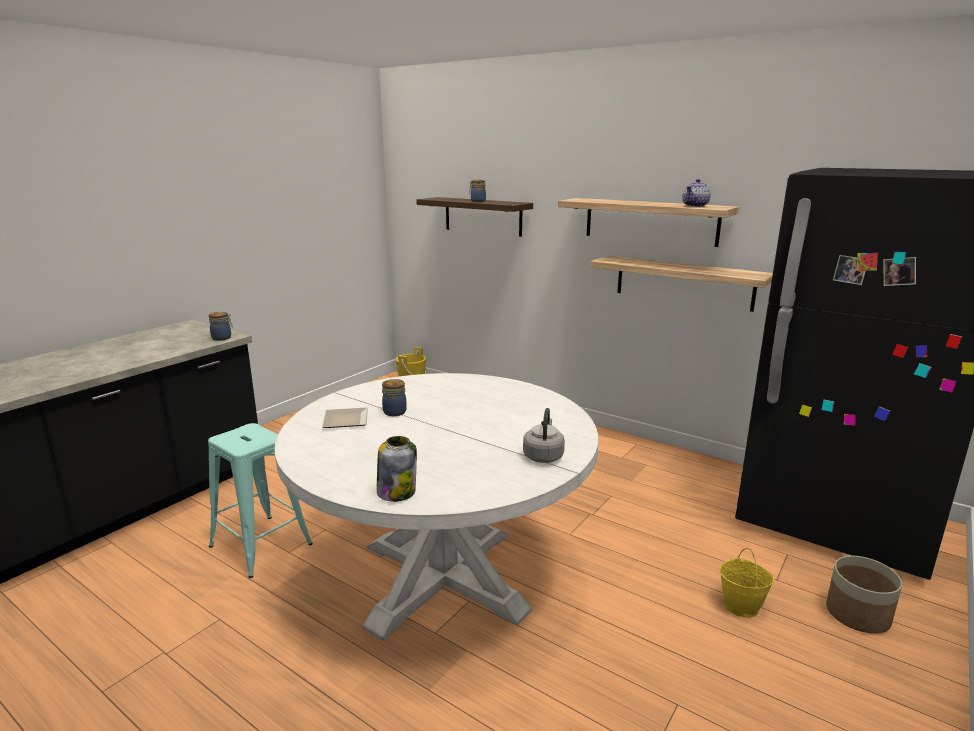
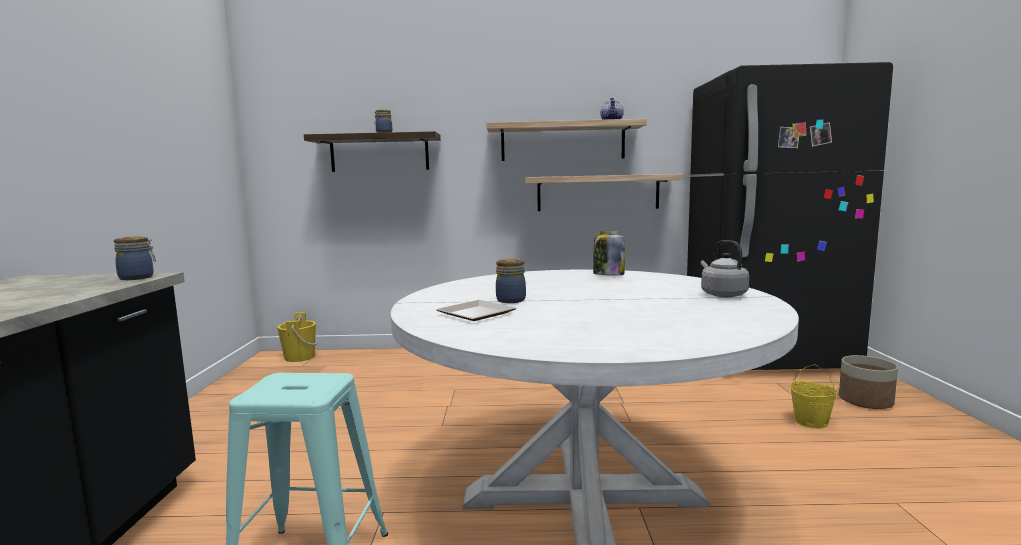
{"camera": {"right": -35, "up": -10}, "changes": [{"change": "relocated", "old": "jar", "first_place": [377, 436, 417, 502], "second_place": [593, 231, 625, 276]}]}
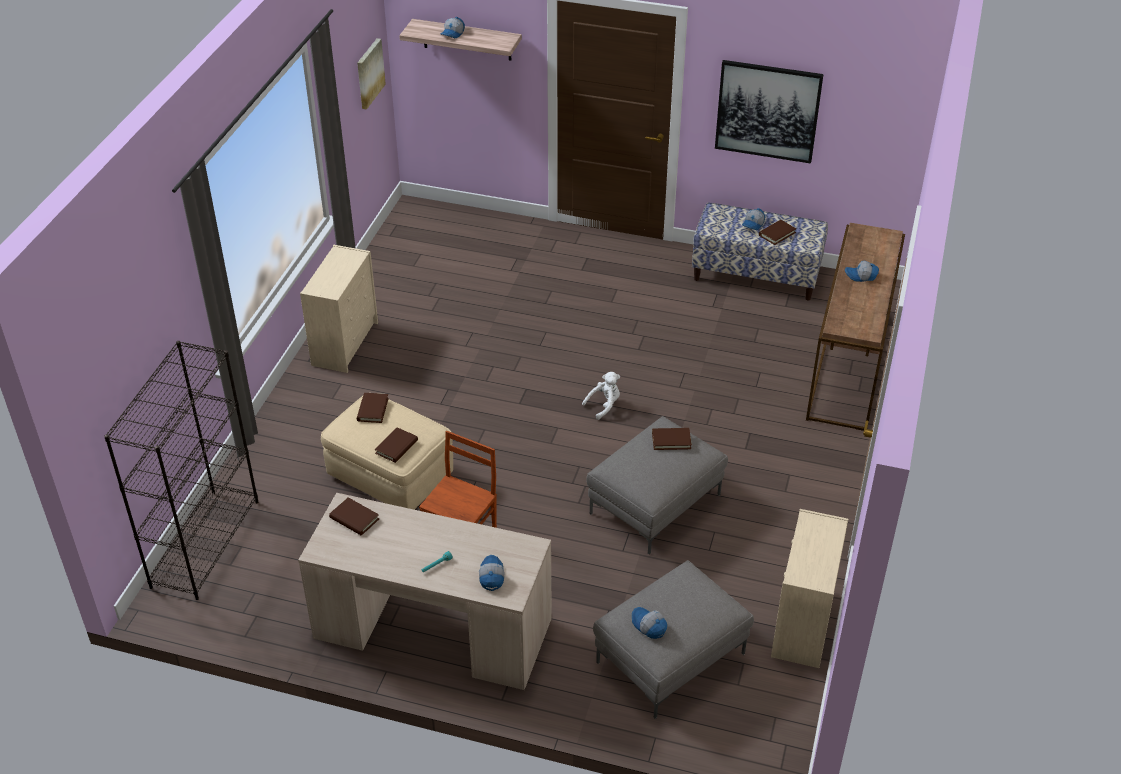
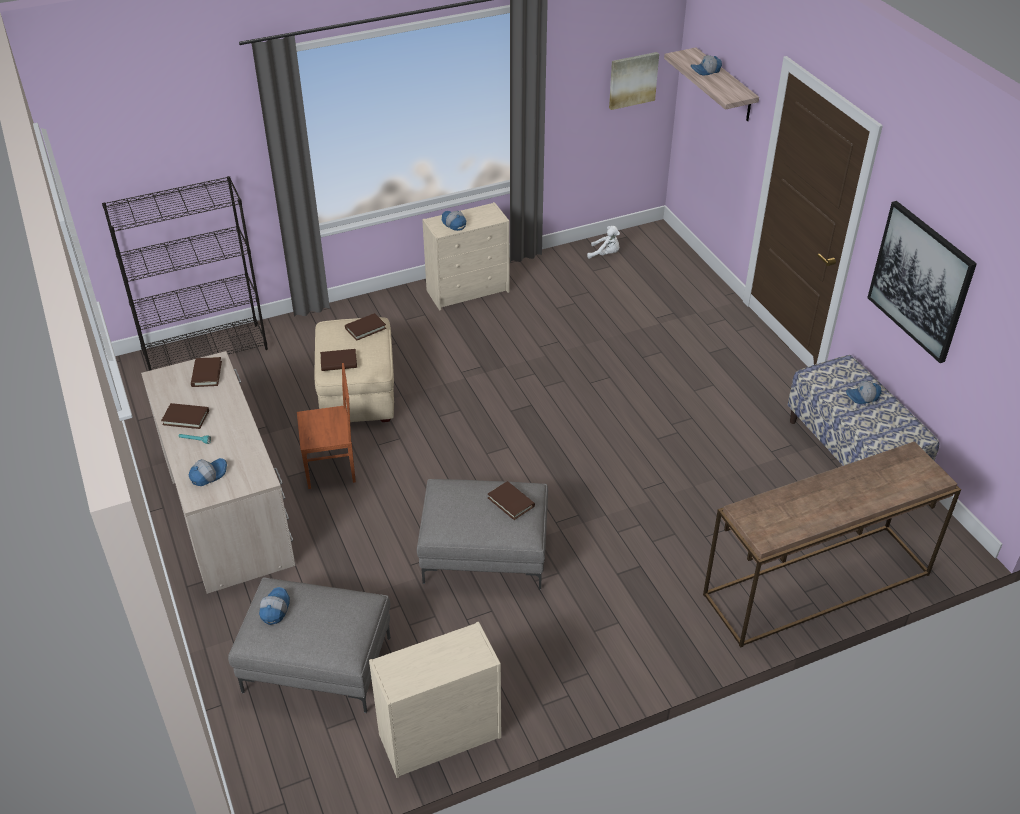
{"camera": {"right": 50, "up": 0}, "changes": [{"change": "relocated", "old": "brown book", "first_place": [759, 220, 796, 245], "second_place": [161, 403, 209, 429]}, {"change": "relocated", "old": "cap", "first_place": [845, 261, 879, 282], "second_place": [442, 211, 466, 231]}, {"change": "relocated", "old": "white plush toy", "first_place": [582, 372, 620, 420], "second_place": [587, 226, 620, 259]}]}
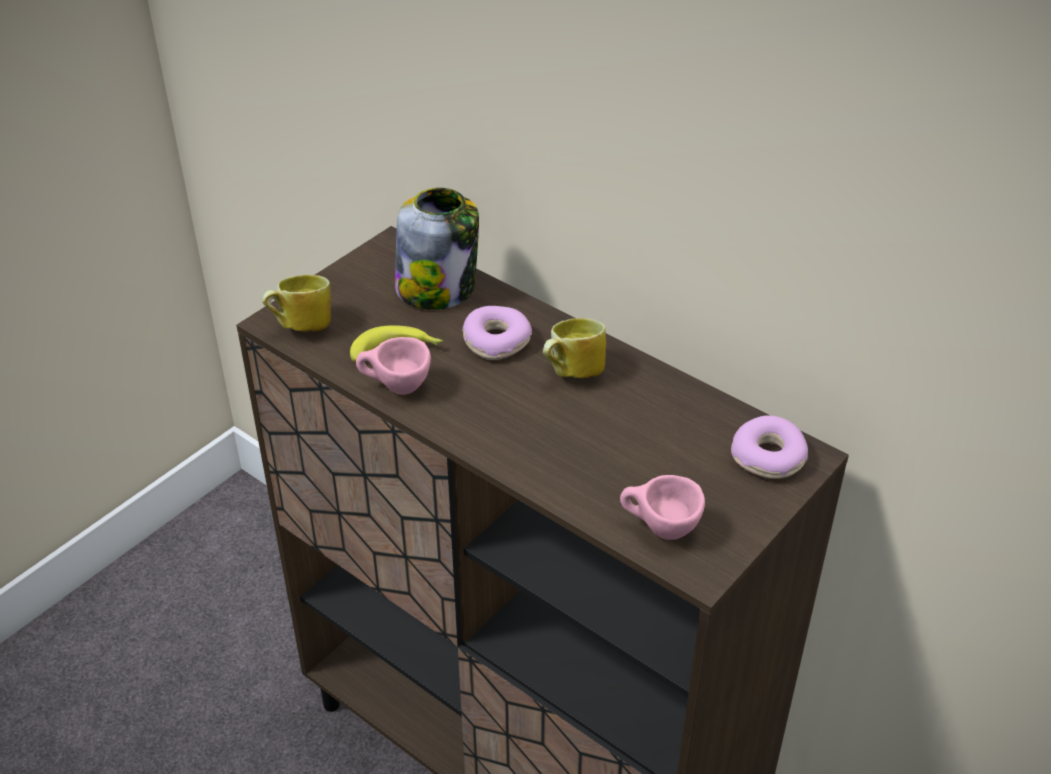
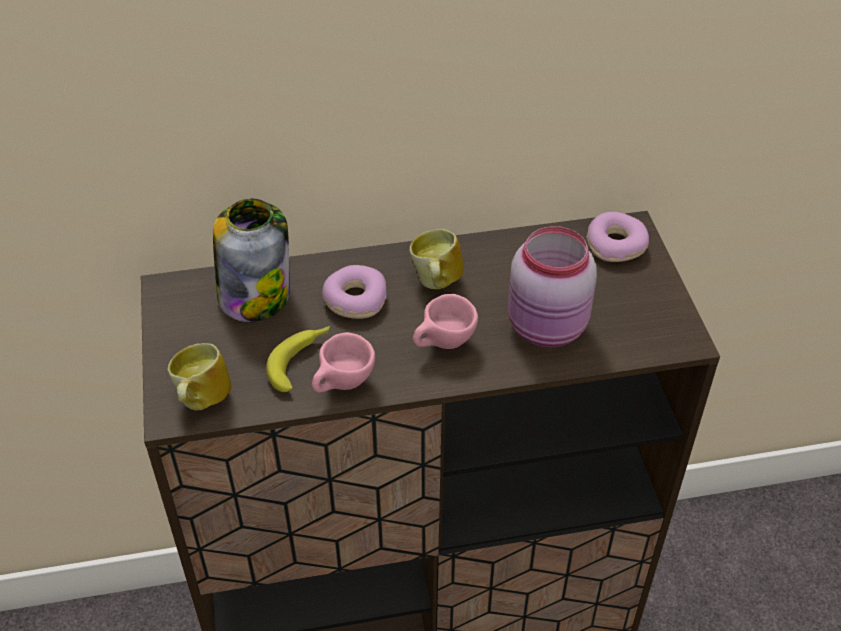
{"camera": {"right": -50, "up": 5}, "changes": [{"change": "relocated", "old": "pink cup", "first_place": [620, 475, 705, 540], "second_place": [413, 294, 478, 349]}, {"change": "appeared", "new": "pink jar", "second_place": [508, 226, 597, 348]}]}
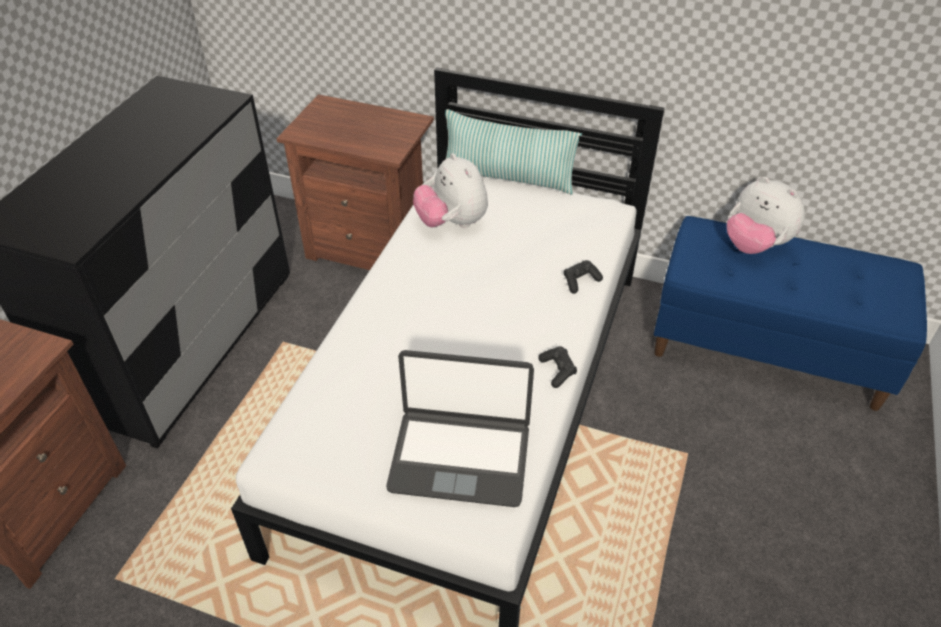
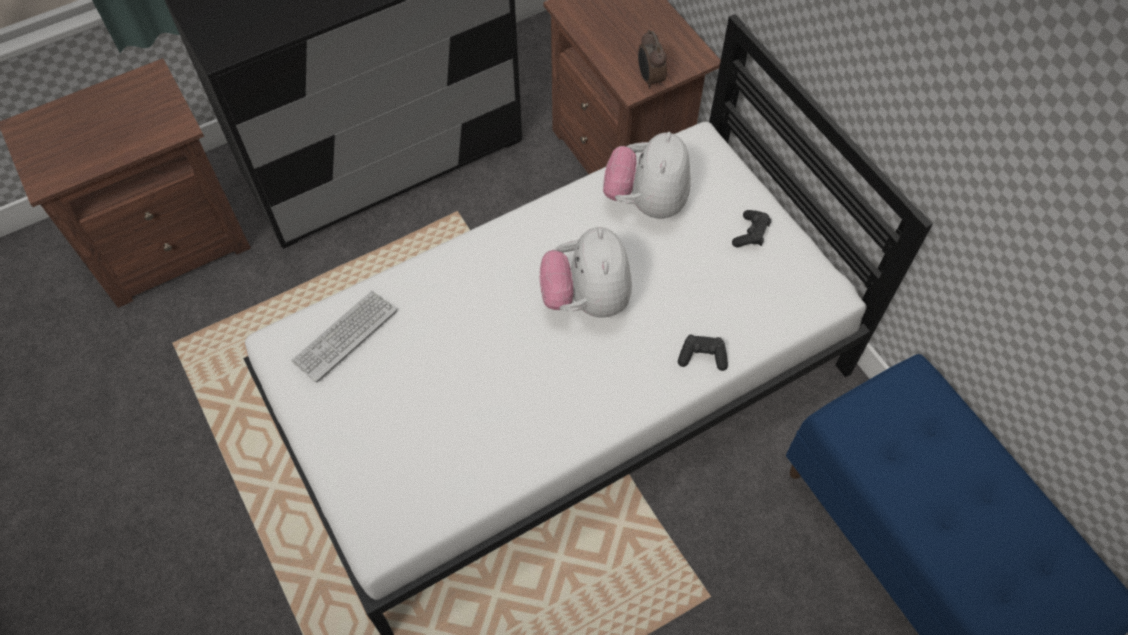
{"camera": {"right": 40, "up": 15}, "changes": [{"change": "missing", "old": "pillow", "first_place": [445, 109, 583, 195]}, {"change": "relocated", "old": "plush toy", "first_place": [727, 177, 805, 254], "second_place": [540, 227, 632, 317]}, {"change": "relocated", "old": "black game controller", "first_place": [538, 346, 577, 388], "second_place": [732, 210, 771, 247]}, {"change": "missing", "old": "laptop", "first_place": [386, 350, 534, 507]}, {"change": "appeared", "new": "alarm clock", "second_place": [638, 30, 667, 89]}, {"change": "appeared", "new": "keyboard", "second_place": [291, 291, 397, 382]}]}
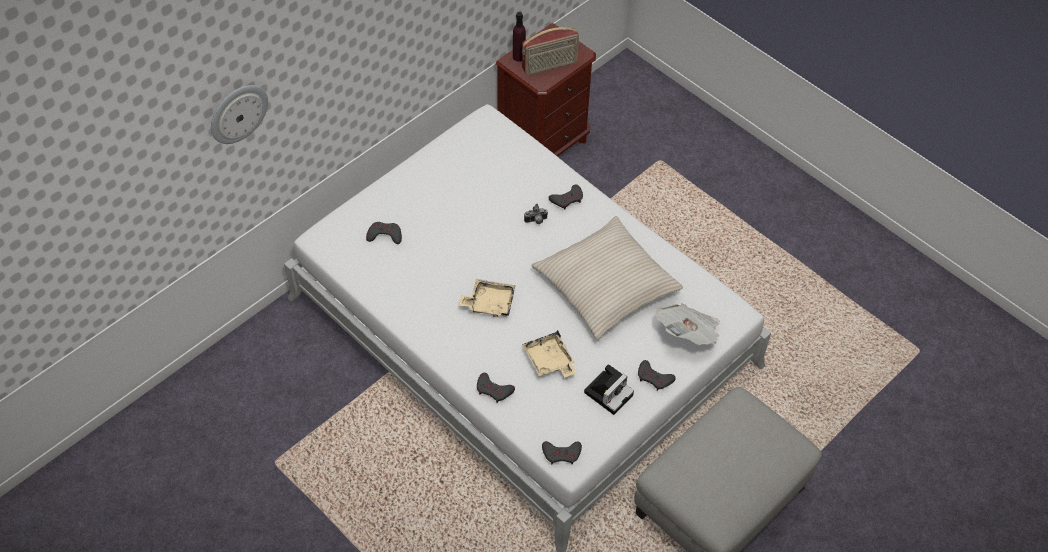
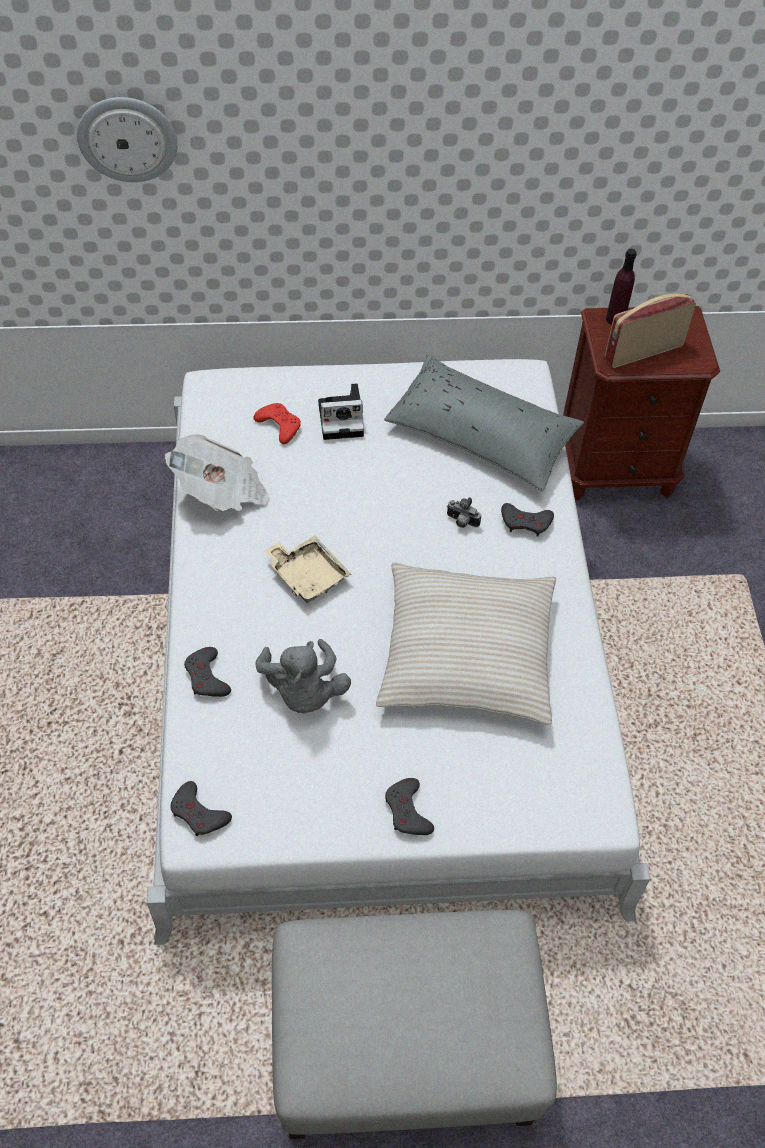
{"camera": {"right": 40, "up": 0}, "changes": [{"change": "spun", "old": "radio", "first_place": [522, 27, 579, 75], "second_place": [605, 293, 696, 368], "degrees": 135}, {"change": "colour", "old": "grey game controller", "new": "red game controller", "first_place": [366, 222, 402, 244], "second_place": [253, 403, 301, 444]}, {"change": "relocated", "old": "newspaper", "first_place": [656, 303, 720, 345], "second_place": [165, 434, 270, 512]}, {"change": "exchanged", "old": "beige tray", "new": "grey plush toy", "first_place": [522, 330, 576, 377], "second_place": [255, 639, 351, 714]}, {"change": "relocated", "old": "photo camera", "first_place": [584, 364, 634, 415], "second_place": [318, 383, 364, 440]}, {"change": "appeared", "new": "grey pillow", "second_place": [384, 355, 584, 492]}]}
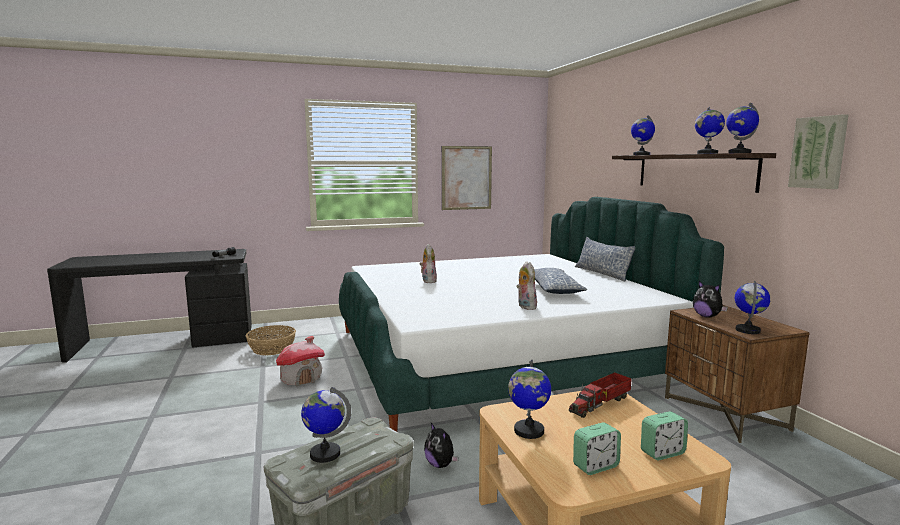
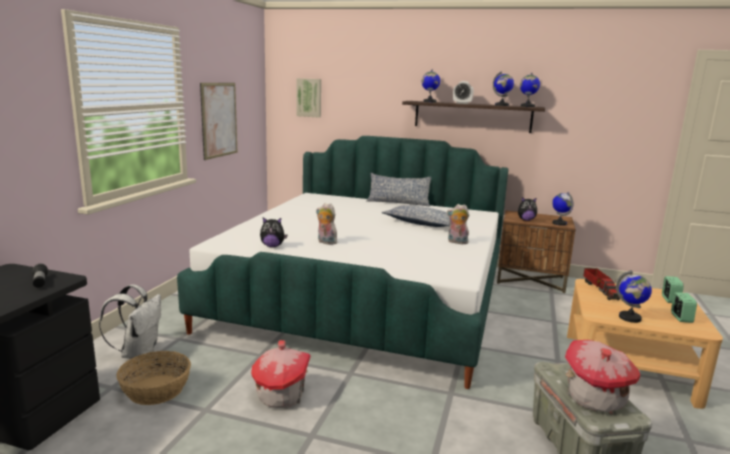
{"camera": {"right": -55, "up": 5}, "changes": [{"change": "relocated", "old": "picture", "first_place": [788, 114, 849, 189], "second_place": [296, 78, 321, 118]}, {"change": "exchanged", "old": "globe", "new": "toy house", "first_place": [301, 387, 351, 463], "second_place": [565, 340, 640, 412]}, {"change": "relocated", "old": "plush toy", "first_place": [424, 423, 459, 468], "second_place": [260, 218, 288, 247]}, {"change": "appeared", "new": "alarm clock", "second_place": [453, 81, 474, 104]}, {"change": "appeared", "new": "white backpack", "second_place": [99, 285, 161, 359]}]}
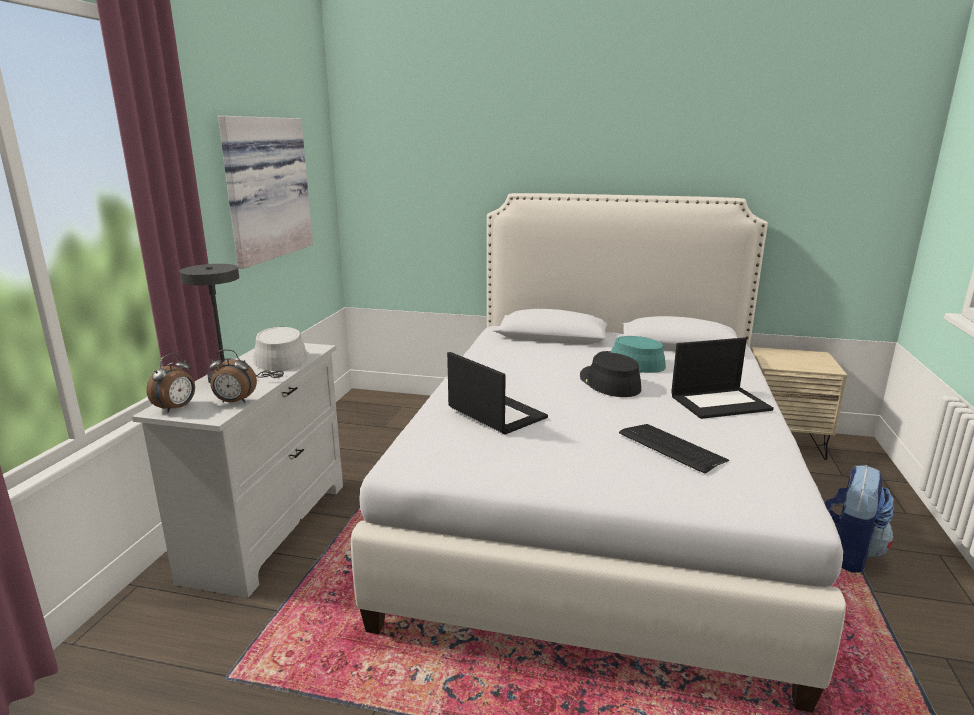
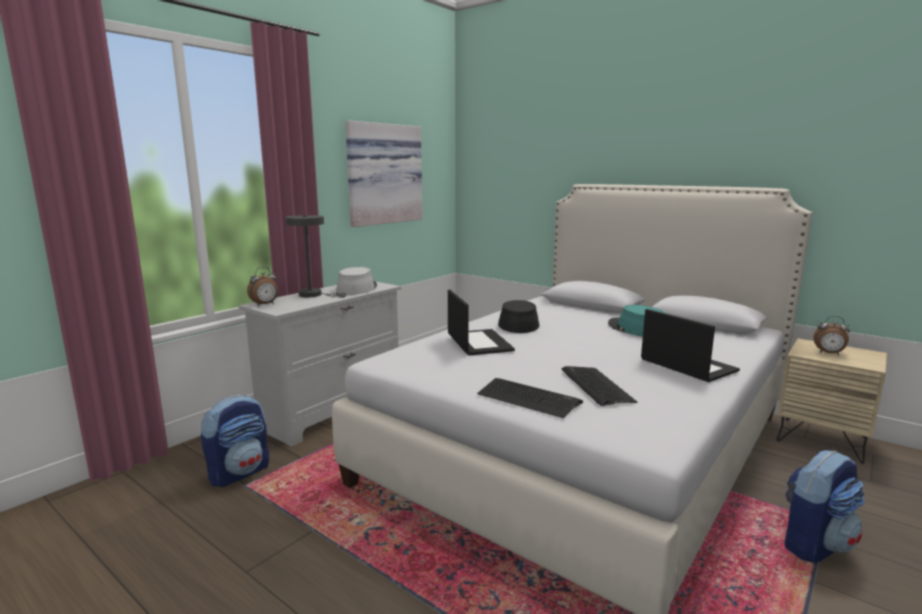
{"camera": {"right": 25, "up": -5}, "changes": [{"change": "spun", "old": "laptop", "first_place": [671, 337, 774, 419], "second_place": [641, 309, 740, 382], "degrees": -135}, {"change": "relocated", "old": "alarm clock", "first_place": [209, 349, 257, 403], "second_place": [813, 316, 850, 355]}, {"change": "relocated", "old": "black hat", "first_place": [580, 353, 641, 397], "second_place": [498, 300, 539, 333]}, {"change": "appeared", "new": "keyboard", "second_place": [477, 378, 583, 418]}, {"change": "appeared", "new": "backpack", "second_place": [201, 394, 269, 487]}]}
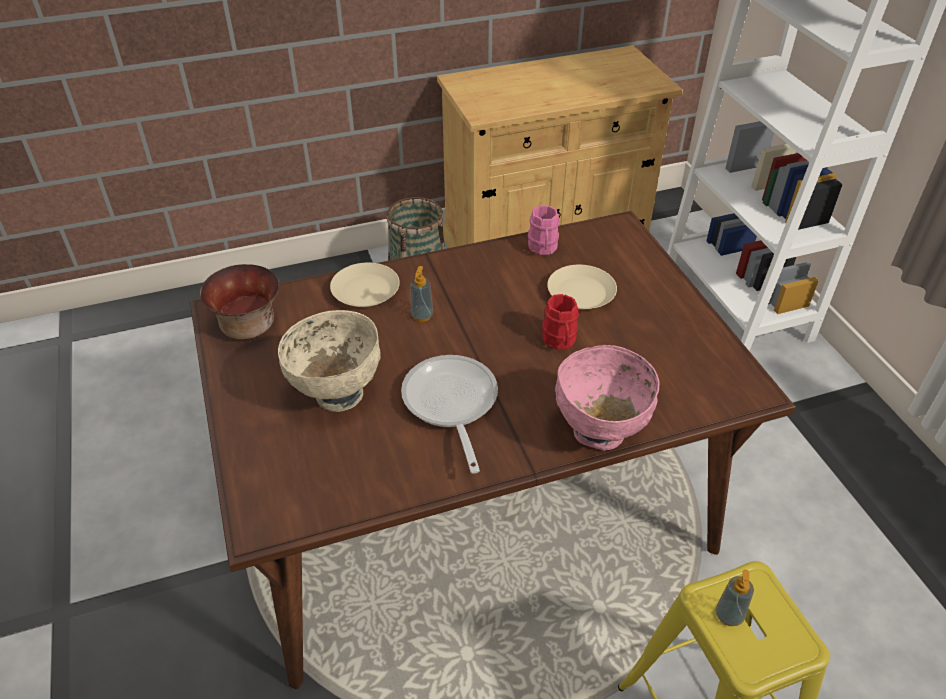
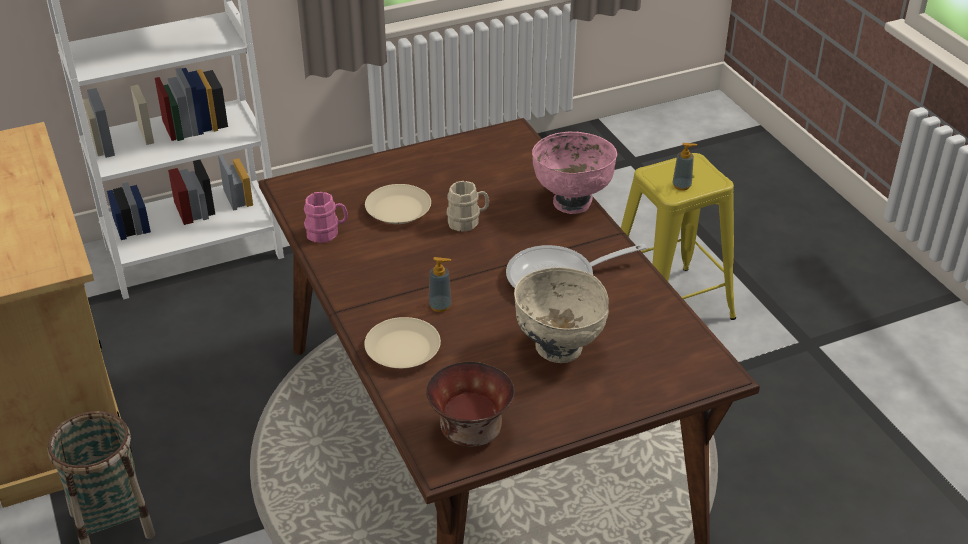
{"camera": {"right": -95, "up": -5}, "changes": [{"change": "colour", "old": "red mug", "new": "beige mug", "first_place": [542, 294, 579, 350], "second_place": [447, 181, 489, 232]}]}
